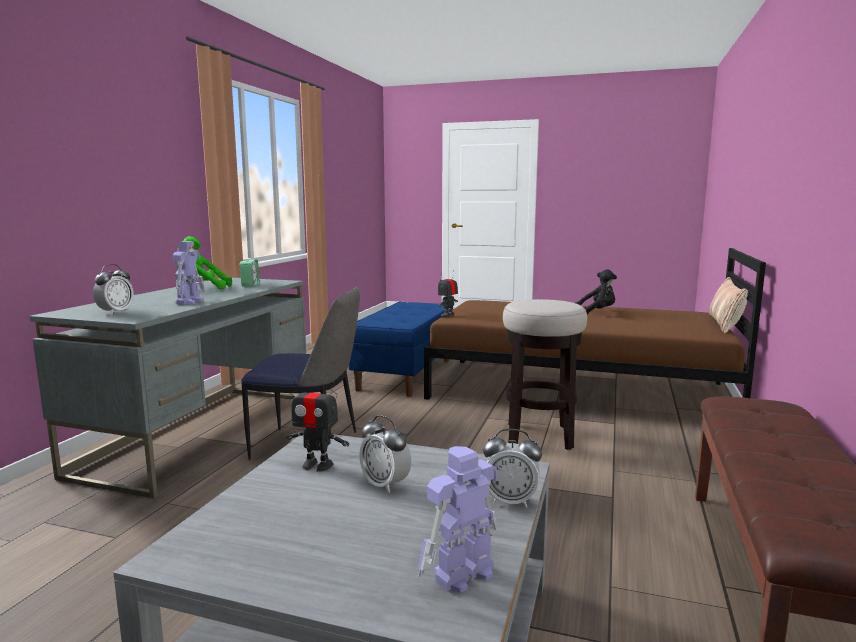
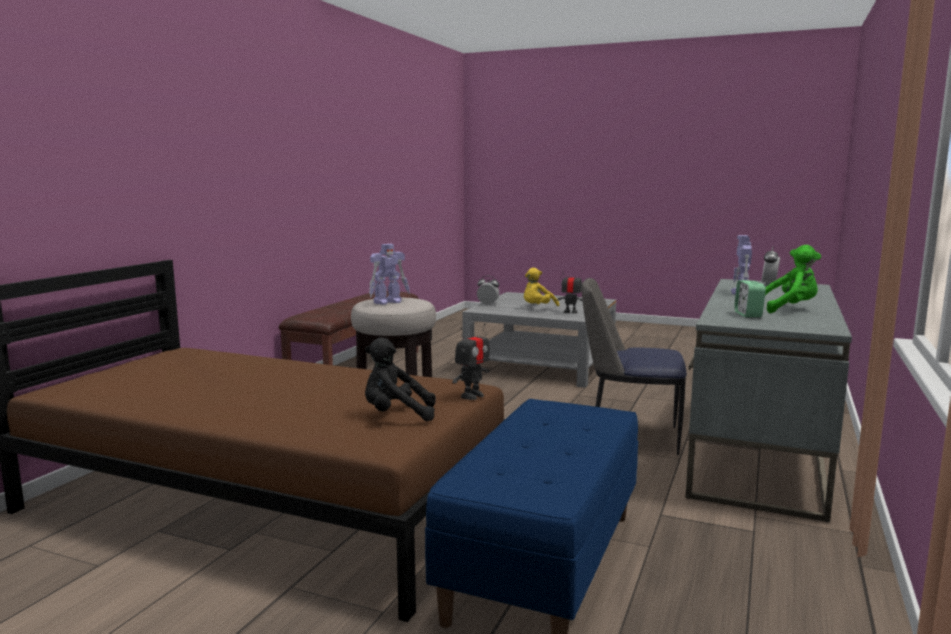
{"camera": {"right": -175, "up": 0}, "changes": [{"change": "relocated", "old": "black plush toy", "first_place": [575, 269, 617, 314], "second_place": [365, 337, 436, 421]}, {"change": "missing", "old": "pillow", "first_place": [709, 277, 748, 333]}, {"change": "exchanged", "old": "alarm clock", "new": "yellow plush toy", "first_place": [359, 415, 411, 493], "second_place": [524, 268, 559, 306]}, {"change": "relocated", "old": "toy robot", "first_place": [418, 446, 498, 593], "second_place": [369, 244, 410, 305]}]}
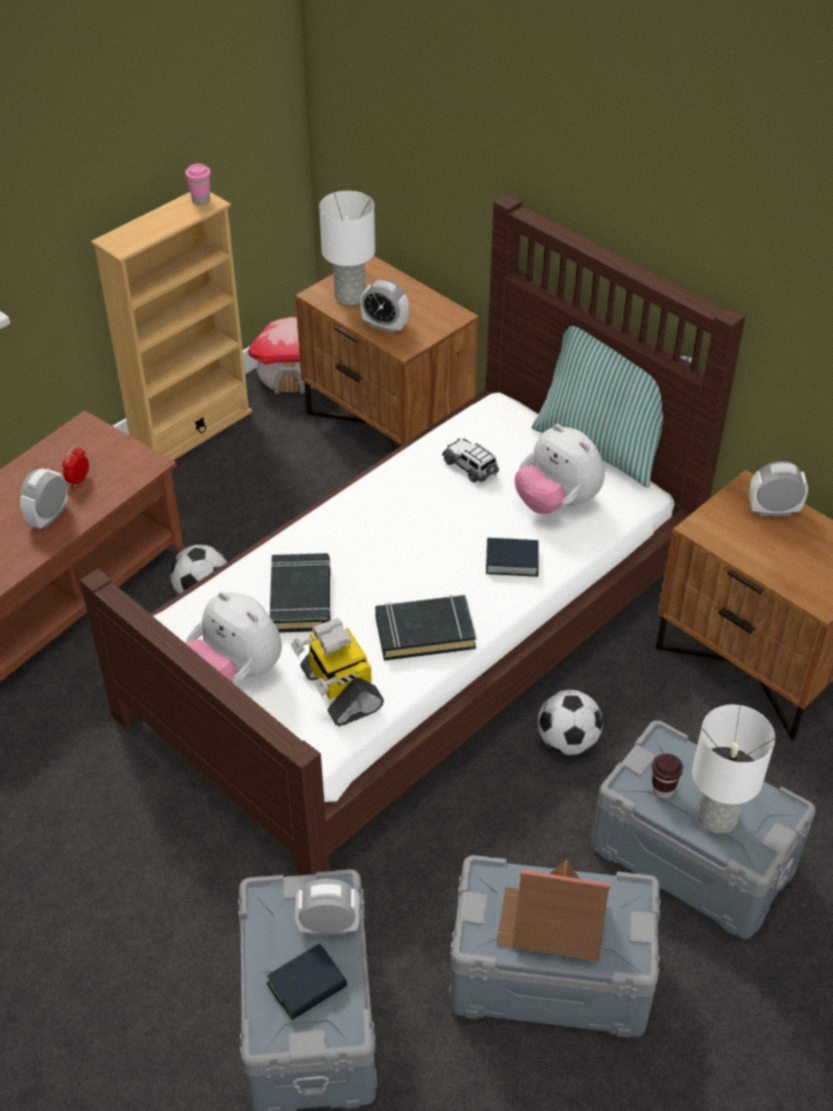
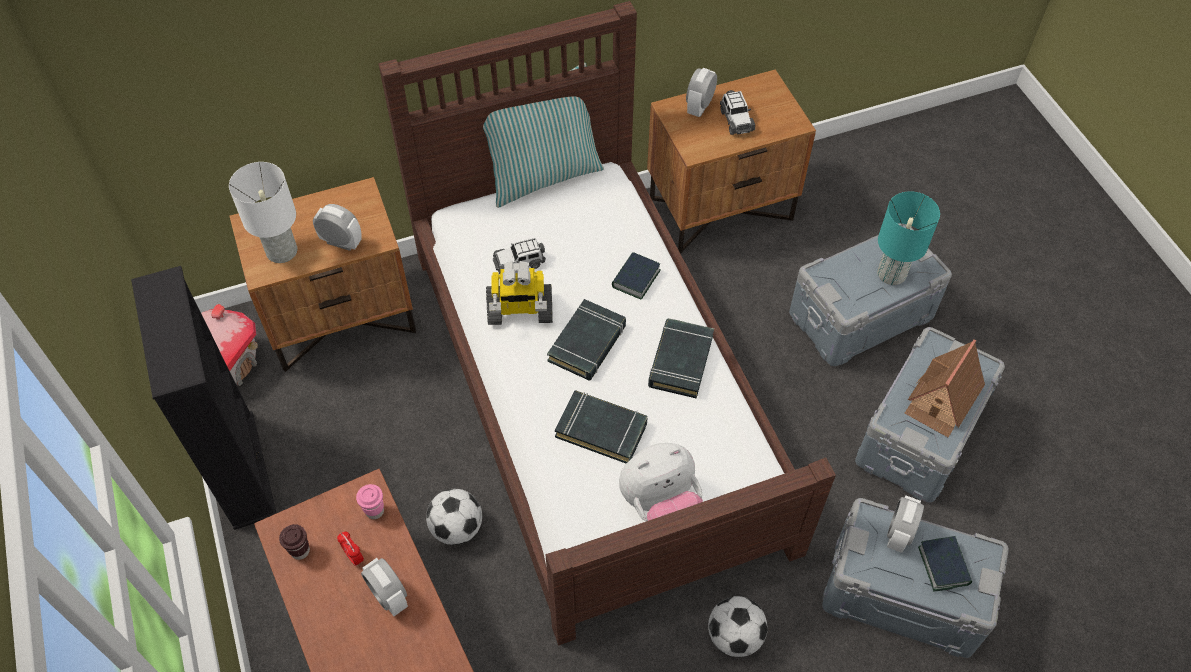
{"camera": {"right": -65, "up": 10}, "changes": [{"change": "relocated", "old": "pink cup", "first_place": [185, 164, 211, 205], "second_place": [356, 484, 384, 519]}, {"change": "colour", "old": "beige bookcase", "new": "black bookcase", "first_place": [91, 192, 252, 460], "second_place": [131, 266, 276, 530]}, {"change": "spun", "old": "alarm clock", "first_place": [360, 279, 409, 333], "second_place": [313, 204, 362, 251], "degrees": -120}, {"change": "missing", "old": "plush toy", "first_place": [515, 424, 605, 514]}, {"change": "relocated", "old": "toy robot", "first_place": [291, 618, 384, 726], "second_place": [486, 261, 553, 325]}, {"change": "relocated", "old": "football", "first_place": [538, 690, 603, 755], "second_place": [708, 596, 768, 657]}, {"change": "colour", "old": "white table lamp", "new": "turquoise table lamp", "first_place": [692, 705, 775, 833], "second_place": [877, 191, 940, 285]}, {"change": "relocated", "old": "brown cup", "first_place": [652, 754, 683, 798], "second_place": [279, 524, 310, 560]}, {"change": "appeared", "new": "toy car", "second_place": [720, 90, 755, 135]}, {"change": "appeared", "new": "black book", "second_place": [547, 299, 626, 380]}]}
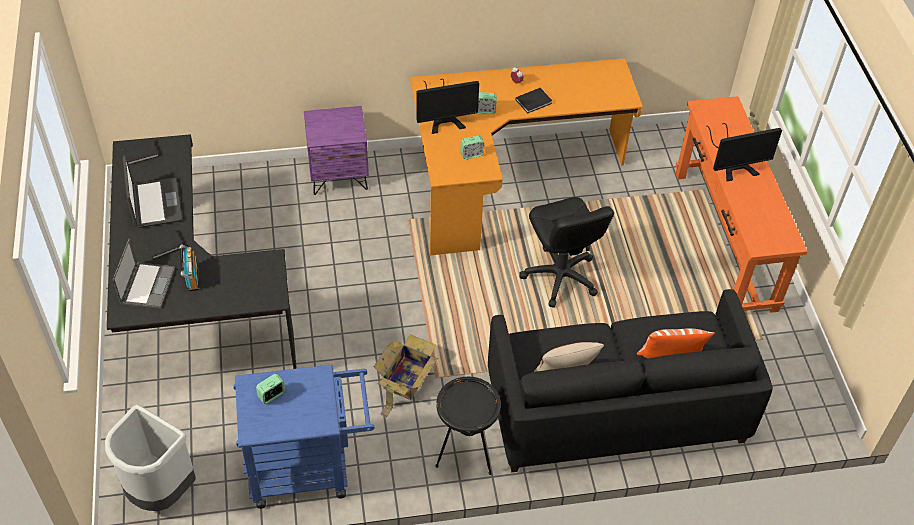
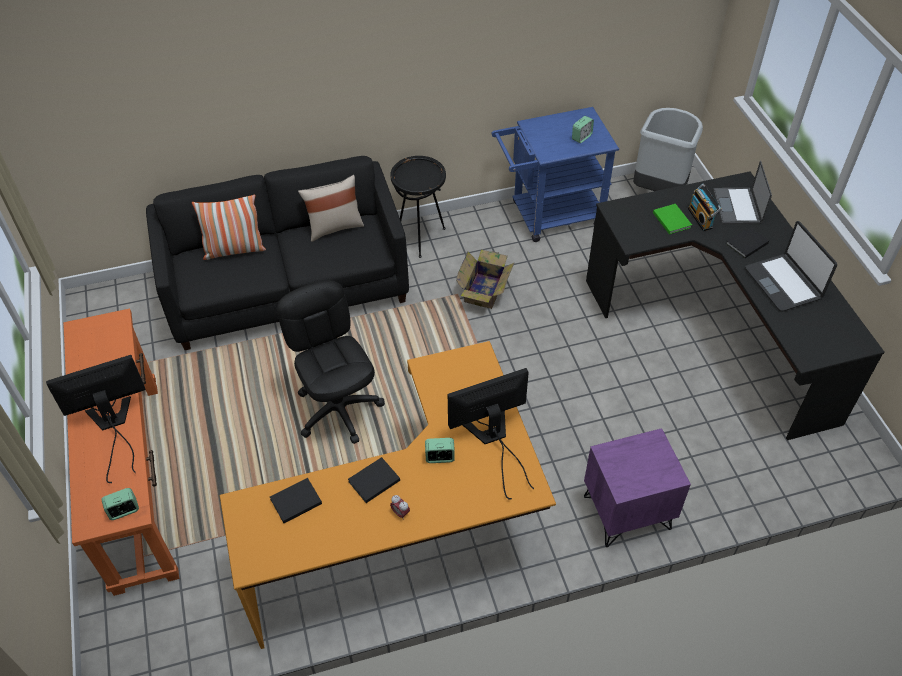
{"camera": {"right": 175, "up": 0}, "changes": [{"change": "relocated", "old": "alarm clock", "first_place": [461, 135, 484, 159], "second_place": [101, 488, 139, 520]}, {"change": "relocated", "old": "black book", "first_place": [122, 139, 159, 165], "second_place": [270, 478, 322, 523]}, {"change": "appeared", "new": "green book", "second_place": [653, 204, 692, 234]}]}
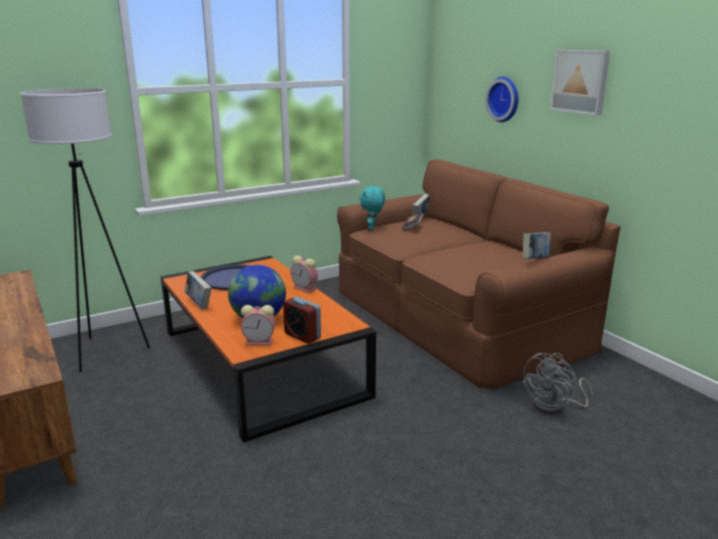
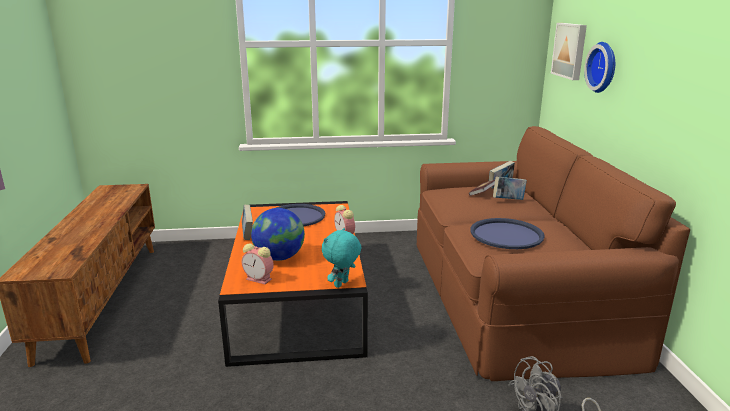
{"camera": {"right": 25, "up": 0}, "changes": [{"change": "relocated", "old": "picture", "first_place": [550, 50, 610, 115], "second_place": [551, 23, 587, 80]}, {"change": "missing", "old": "white floor lamp", "first_place": [20, 88, 150, 372]}, {"change": "relocated", "old": "turquoise plush toy", "first_place": [359, 186, 385, 230], "second_place": [322, 228, 361, 288]}, {"change": "relocated", "old": "book", "first_place": [523, 232, 551, 259], "second_place": [493, 176, 527, 200]}, {"change": "missing", "old": "alarm clock", "first_place": [283, 296, 321, 344]}, {"change": "appeared", "new": "blue tray", "second_place": [470, 218, 545, 249]}]}
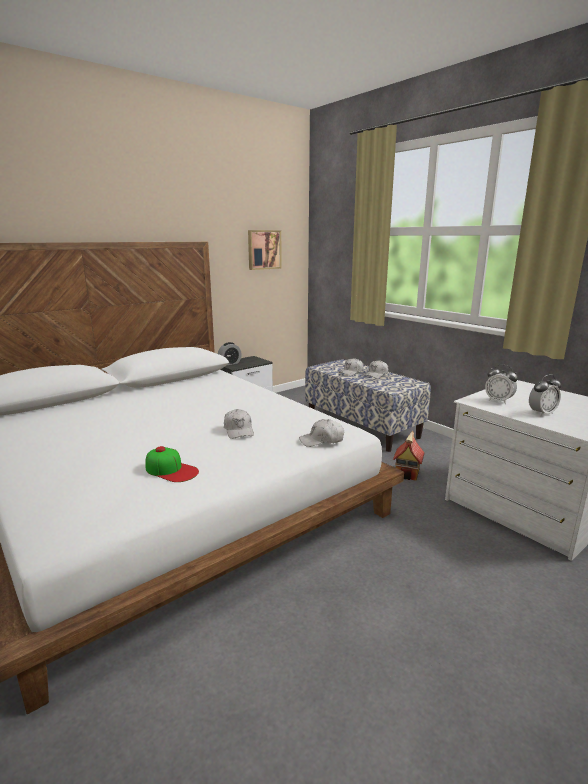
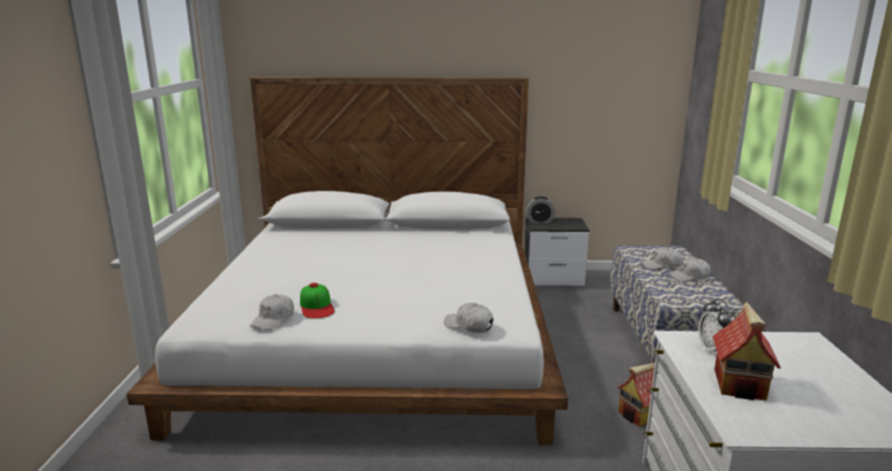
{"camera": {"right": 40, "up": 0}, "changes": [{"change": "missing", "old": "picture", "first_place": [248, 230, 282, 270]}, {"change": "exchanged", "old": "alarm clock", "new": "toy house", "first_place": [529, 374, 561, 416], "second_place": [712, 301, 781, 401]}, {"change": "relocated", "old": "white cap", "first_place": [224, 409, 254, 439], "second_place": [250, 294, 294, 330]}]}
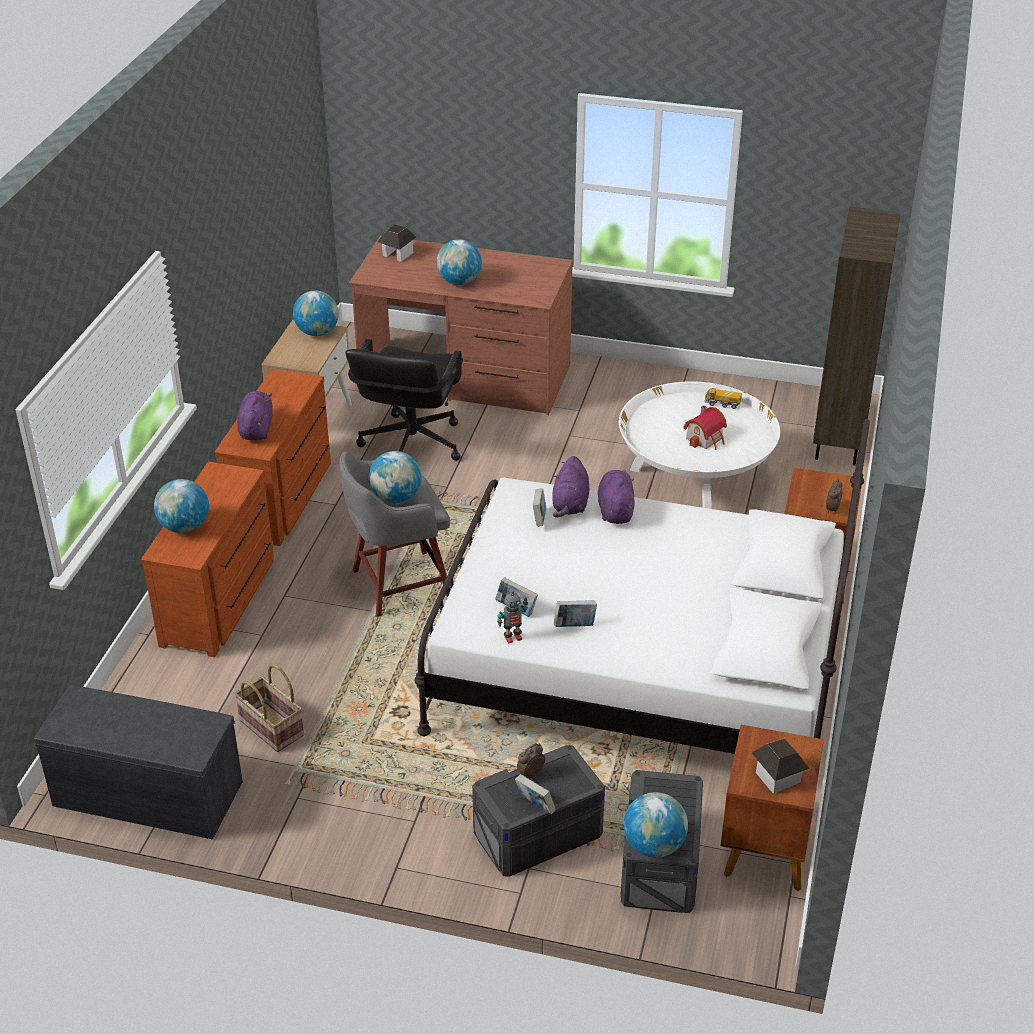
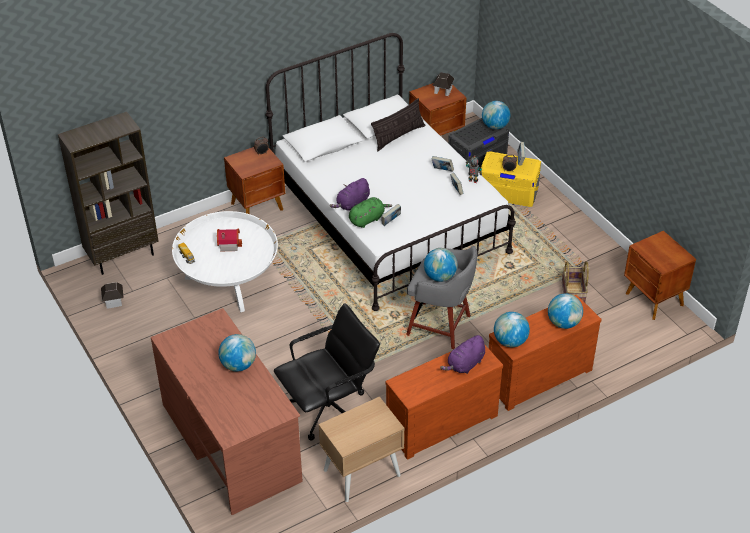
{"camera": {"right": -135, "up": 5}, "changes": [{"change": "relocated", "old": "toy house", "first_place": [377, 224, 416, 262], "second_place": [101, 282, 124, 309]}, {"change": "relocated", "old": "globe", "first_place": [293, 290, 339, 336], "second_place": [494, 312, 530, 347]}, {"change": "colour", "old": "purple plush toy", "new": "green plush toy", "first_place": [552, 456, 589, 517], "second_place": [349, 197, 392, 228]}, {"change": "exchanged", "old": "grey bench", "new": "brown nightstand", "first_place": [34, 685, 243, 840], "second_place": [624, 231, 696, 320]}, {"change": "colour", "old": "grey storage box", "new": "yellow storage box", "first_place": [472, 745, 605, 877], "second_place": [481, 151, 541, 207]}, {"change": "appeared", "new": "pillow", "second_place": [371, 98, 426, 151]}]}
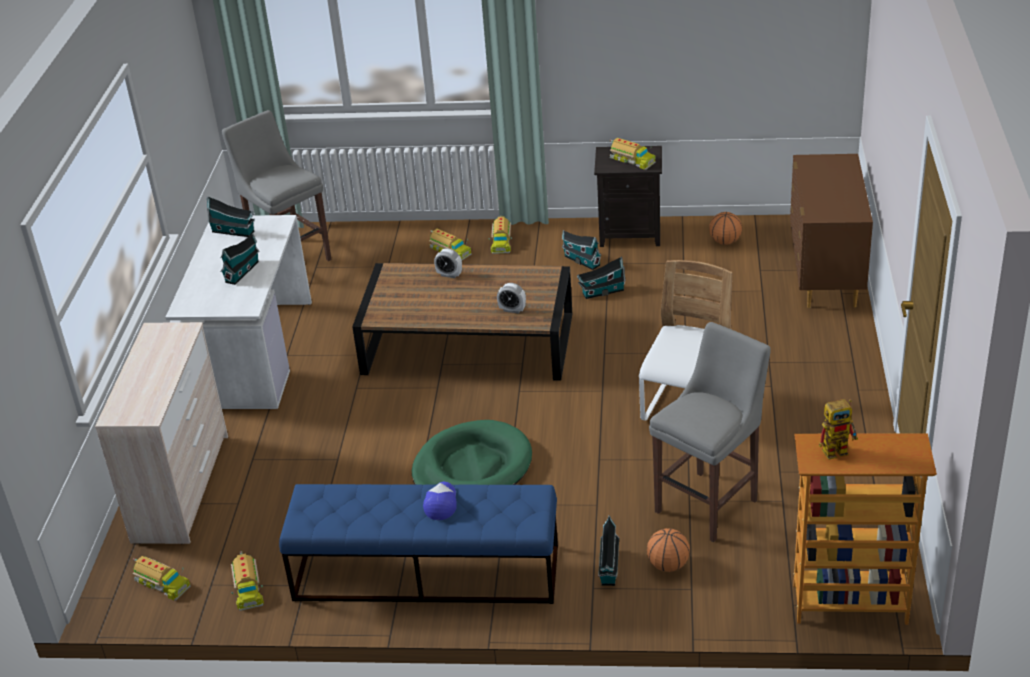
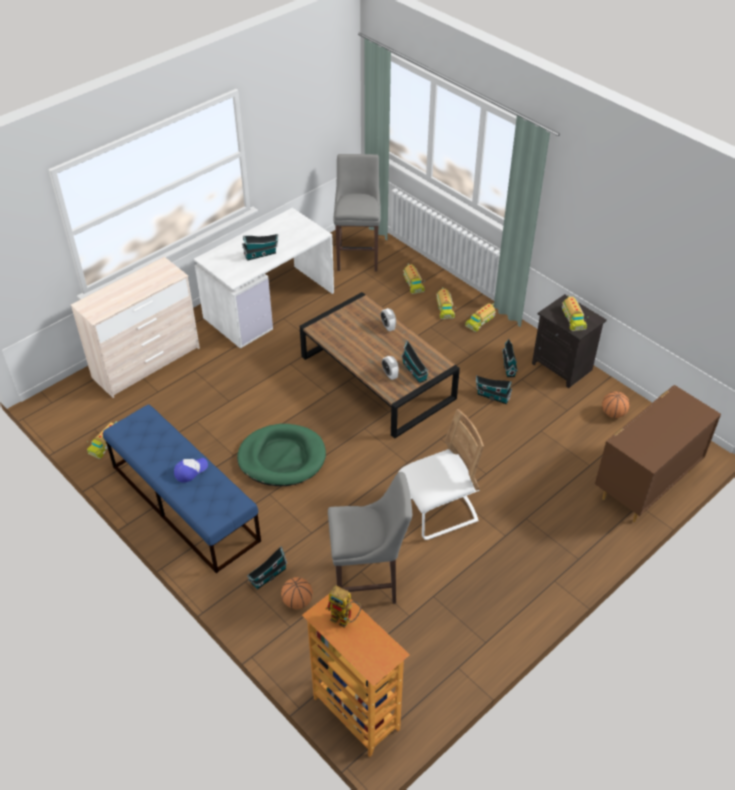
{"camera": {"right": 40, "up": 10}, "changes": [{"change": "relocated", "old": "toy house", "first_place": [207, 196, 255, 237], "second_place": [401, 340, 429, 383]}, {"change": "relocated", "old": "toy truck", "first_place": [132, 556, 191, 601], "second_place": [403, 263, 425, 294]}]}
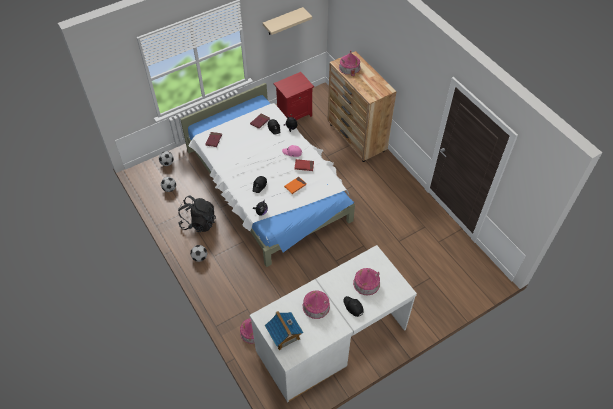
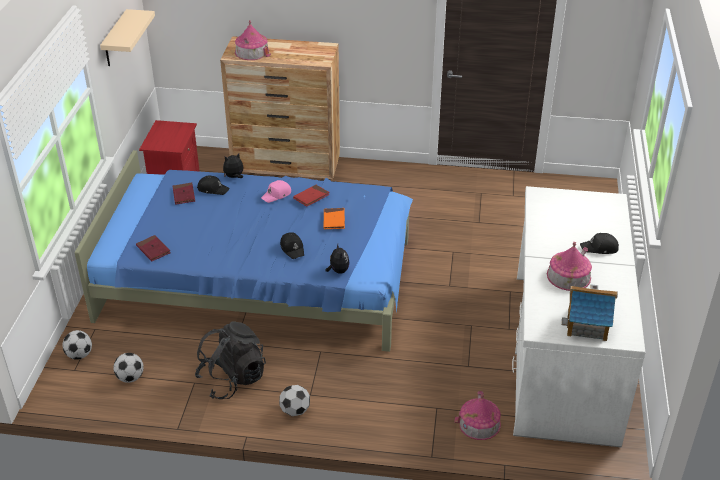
{"camera": {"right": -50, "up": -15}, "changes": [{"change": "colour", "old": "white bed", "new": "blue bed", "first_place": [180, 83, 355, 267], "second_place": [74, 150, 413, 352]}, {"change": "missing", "old": "toy house", "first_place": [353, 268, 380, 295]}]}
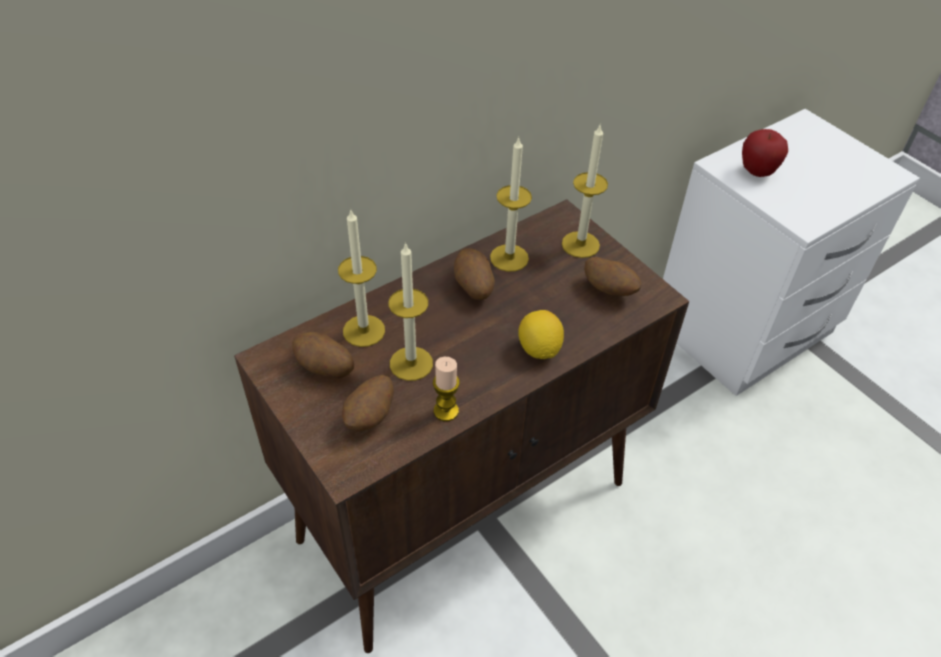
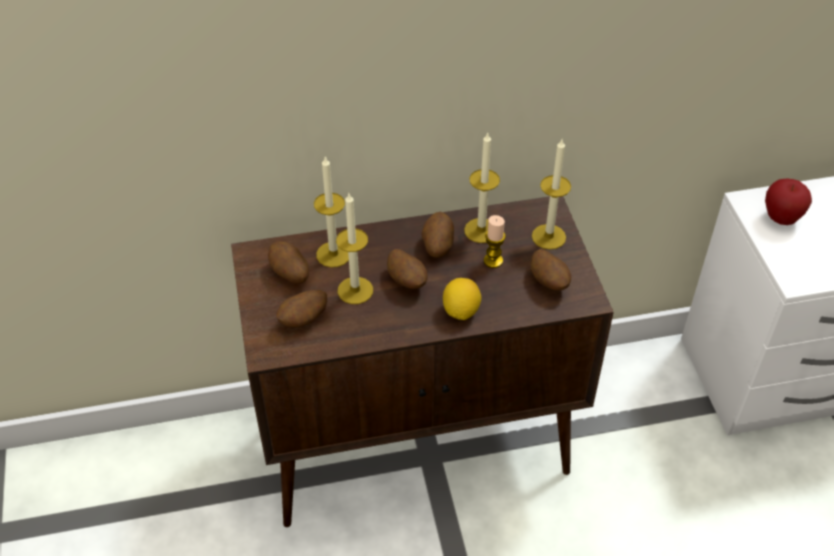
{"camera": {"right": 25, "up": 0}, "changes": [{"change": "relocated", "old": "candle", "first_place": [433, 357, 460, 421], "second_place": [484, 215, 505, 268]}, {"change": "appeared", "new": "potato", "second_place": [387, 249, 428, 289]}]}
